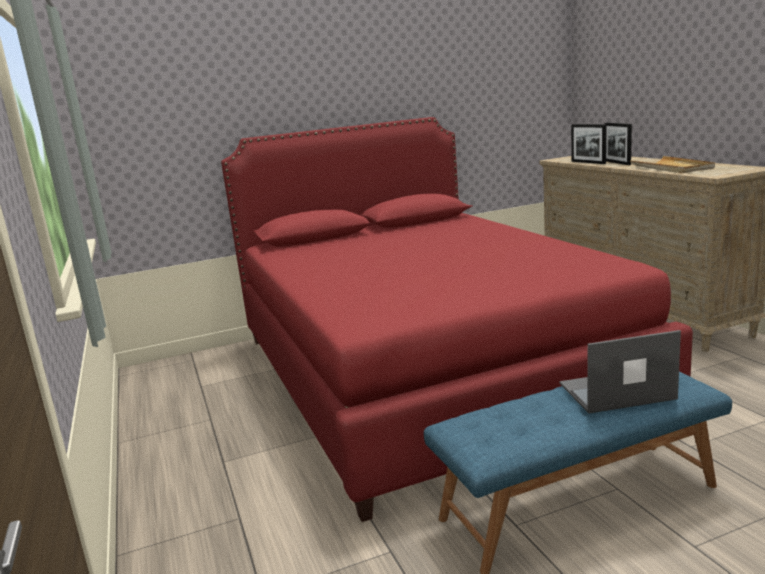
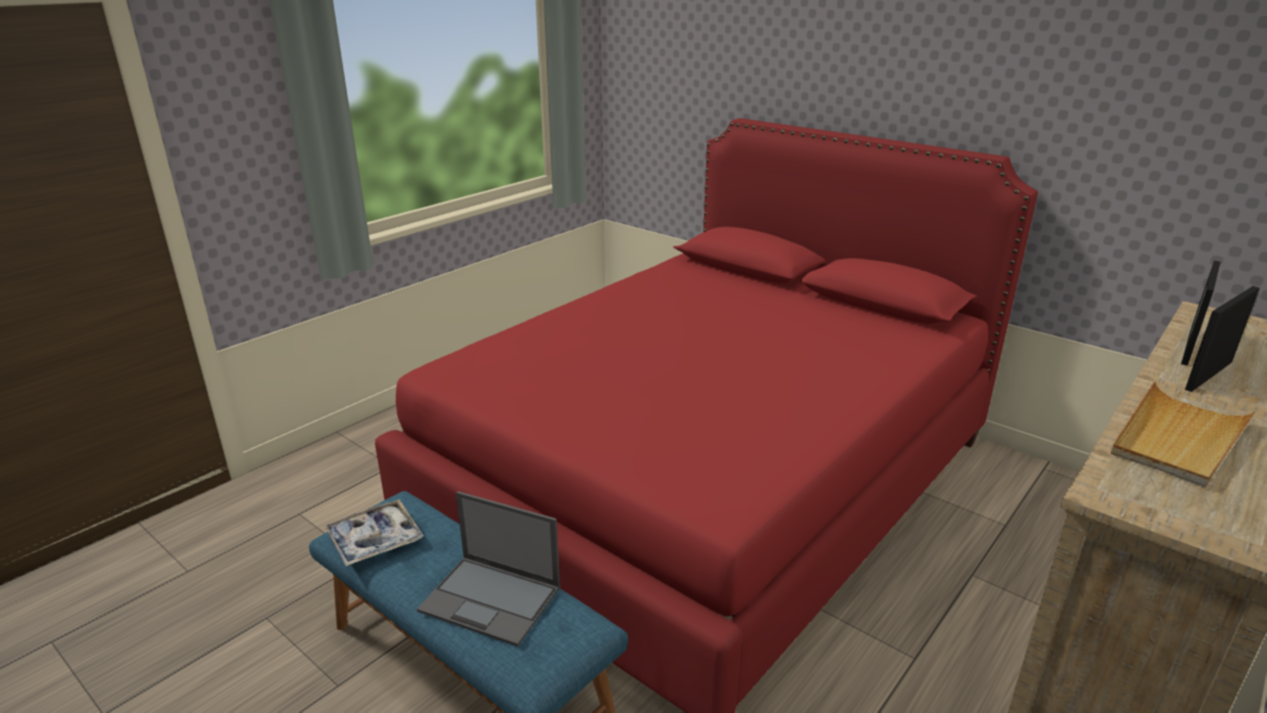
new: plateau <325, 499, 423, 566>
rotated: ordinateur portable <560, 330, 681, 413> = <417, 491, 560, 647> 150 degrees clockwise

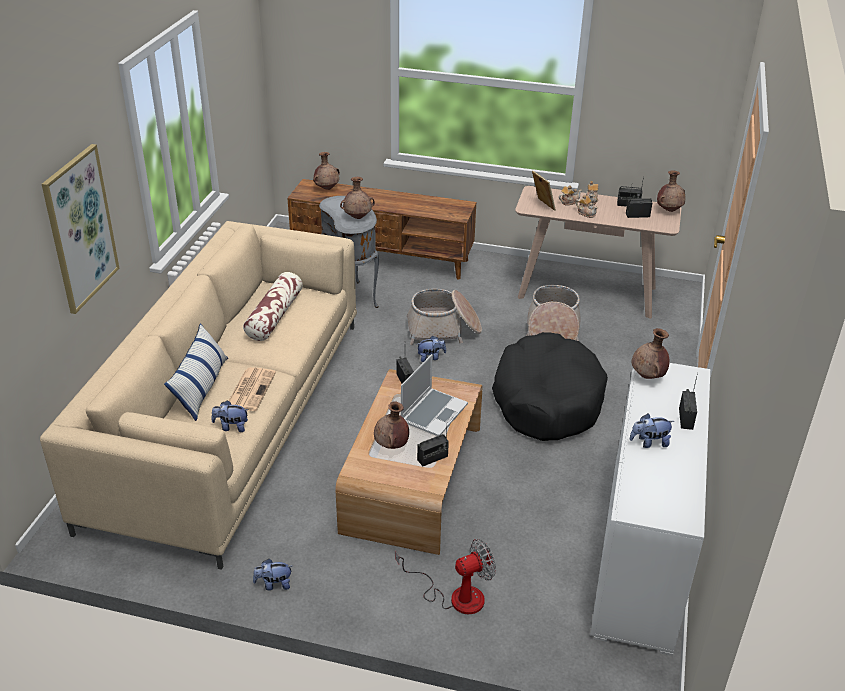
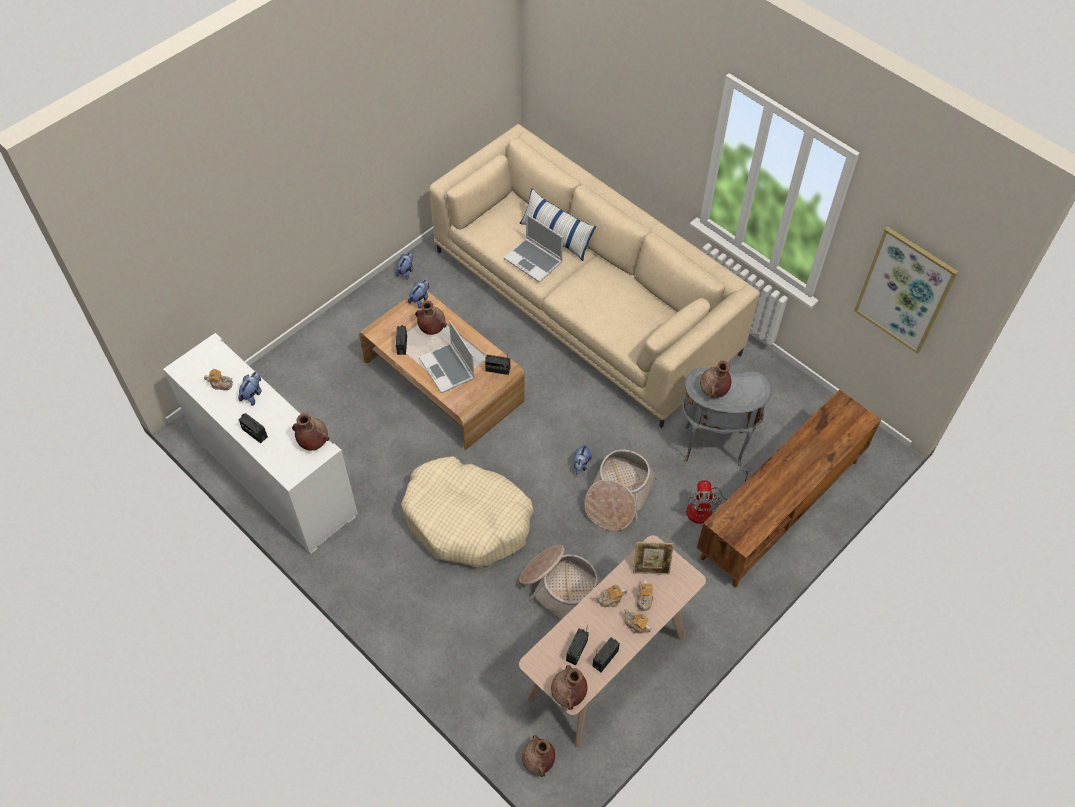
gone: coussin <243, 272, 303, 341>
new: théière <204, 369, 233, 390>
shifted: peluche <211, 400, 248, 432> to <408, 279, 429, 309>; vase (marron) <313, 152, 340, 190> to <522, 735, 555, 777>; ventilateur <395, 539, 496, 614> to <686, 468, 751, 524>; tableau <42, 144, 120, 314> to <854, 227, 958, 354>
swapped: journal <229, 367, 276, 411> to ordinateur portable <504, 214, 563, 283>
repainted: panier pour chien (noir) <492, 332, 608, 441> to panier pour chien (beige) <401, 457, 534, 567>

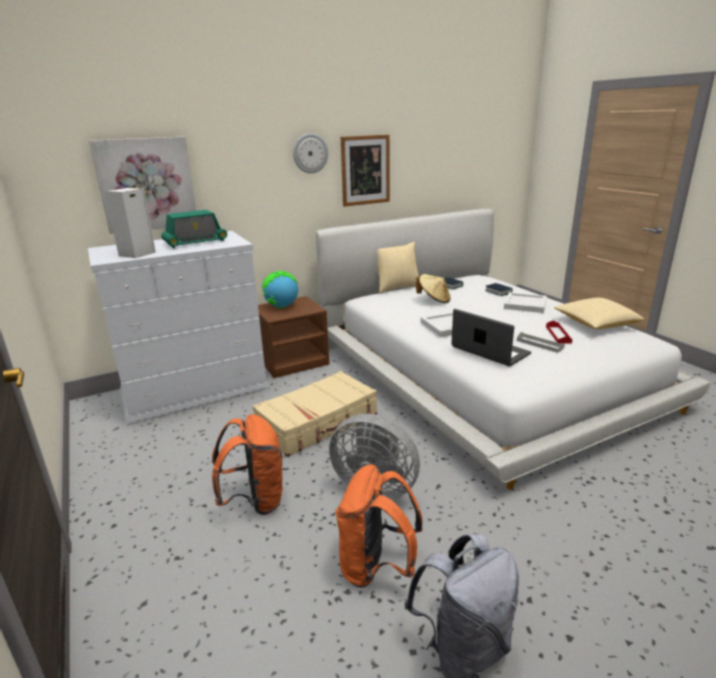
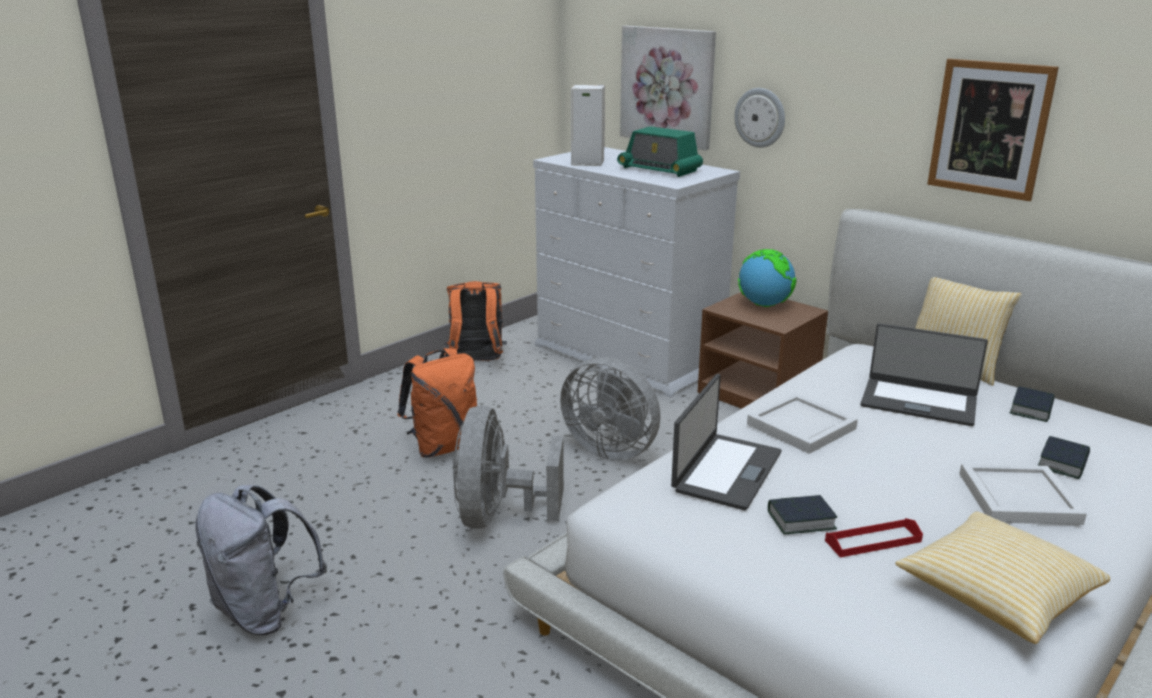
shifted: sac à dos (orange) <335, 464, 423, 588> to <445, 281, 507, 361>; horloge murale <293, 133, 328, 173> to <734, 88, 785, 148>
swapped: valise (beige) <253, 371, 377, 457> to ventilateur (gris) <560, 357, 660, 461>; plateau (gris) <517, 332, 565, 353> to livre <768, 495, 837, 534>; chapeau (beige) <416, 274, 451, 304> to ordinateur portable <861, 323, 988, 426>

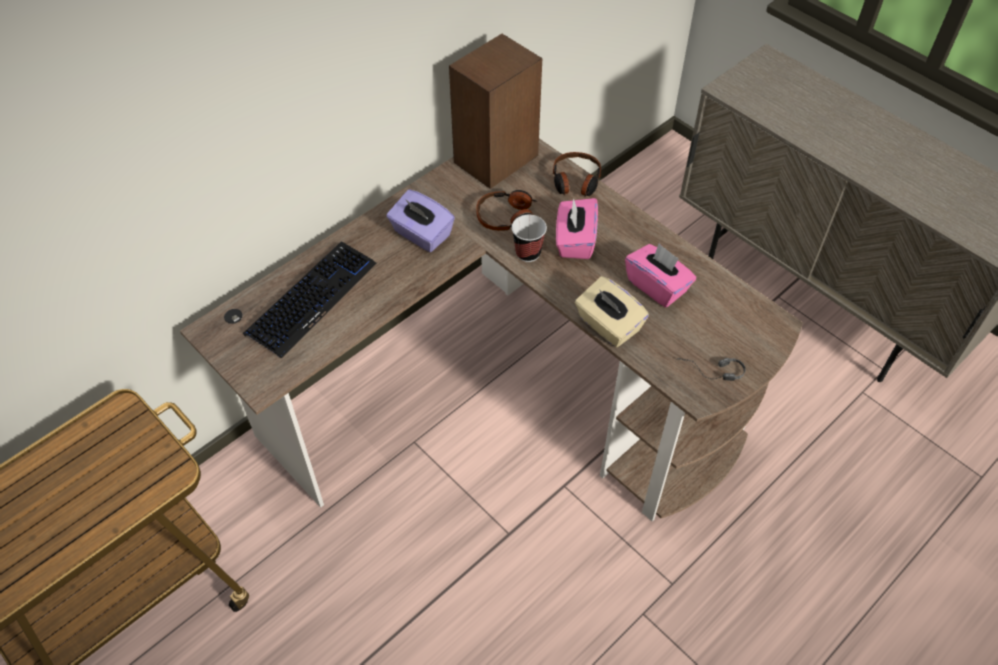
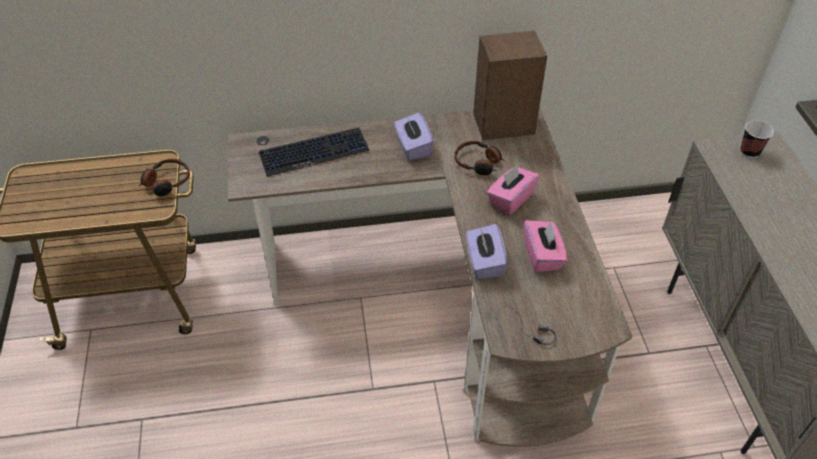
shifted: casque audio <553, 152, 601, 196> to <139, 159, 190, 196>; tasse <512, 215, 547, 262> to <740, 121, 774, 158>
repainted: boîte à mouchoirs (beige) <575, 276, 649, 347> to boîte à mouchoirs (violet) <466, 224, 507, 279>

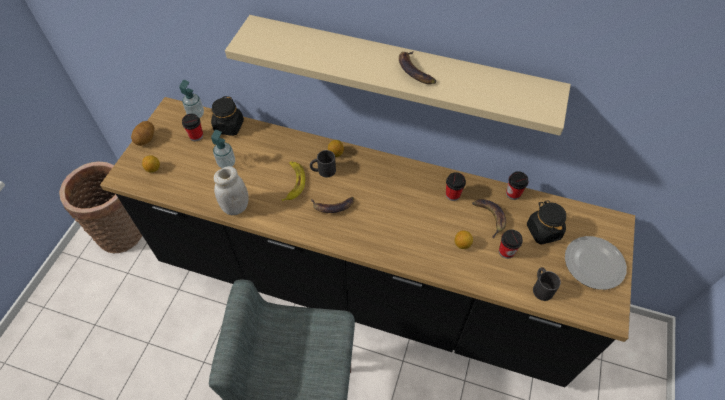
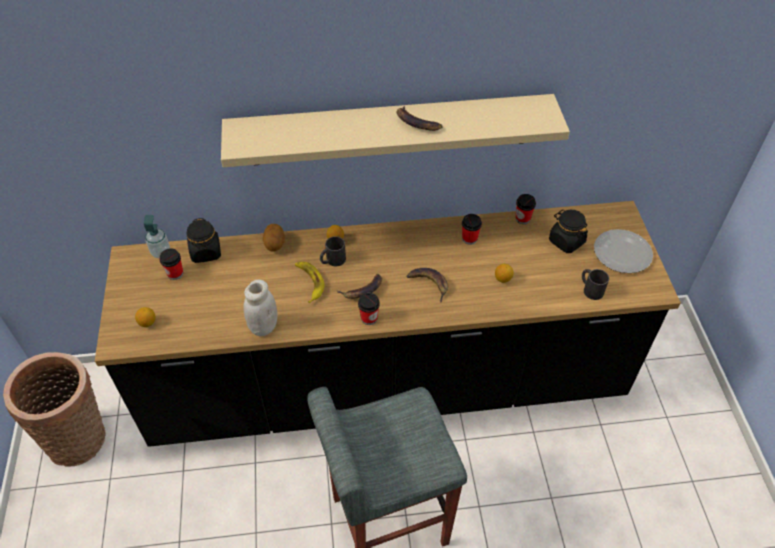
gone: distributeur de savon <211, 130, 235, 168>
shifted: pomme de terre <131, 121, 154, 146> to <263, 224, 285, 252>; tasse <499, 230, 523, 259> to <358, 293, 380, 325>; banane <472, 199, 506, 238> to <407, 268, 448, 303>

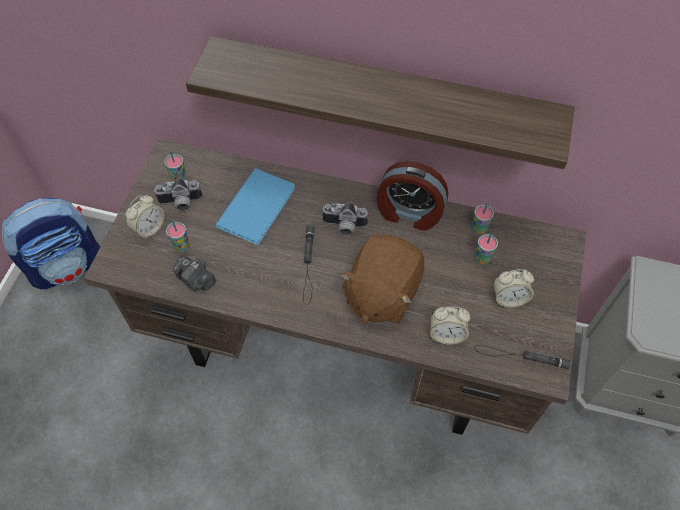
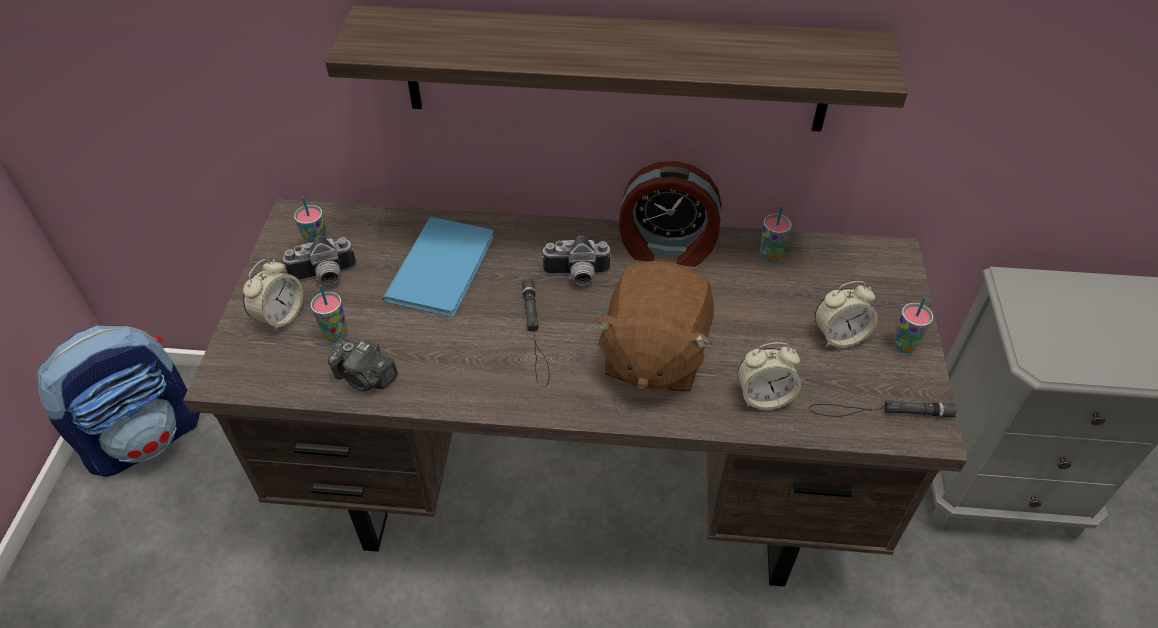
shifted: tasse <475, 233, 498, 264> to <893, 297, 933, 353>

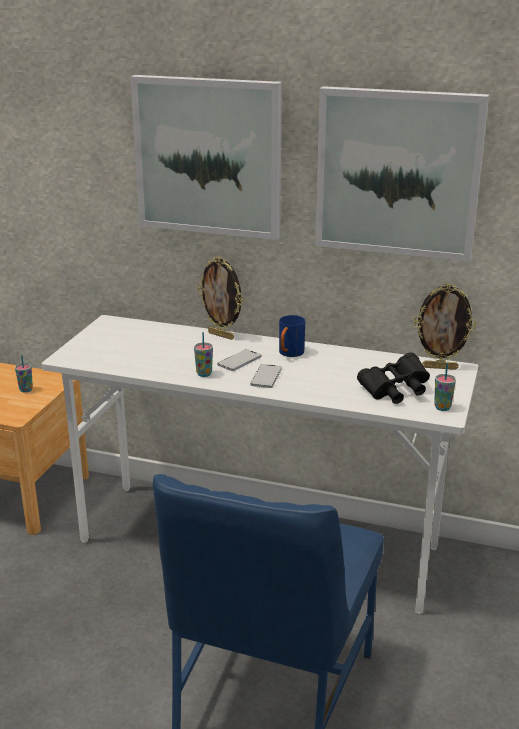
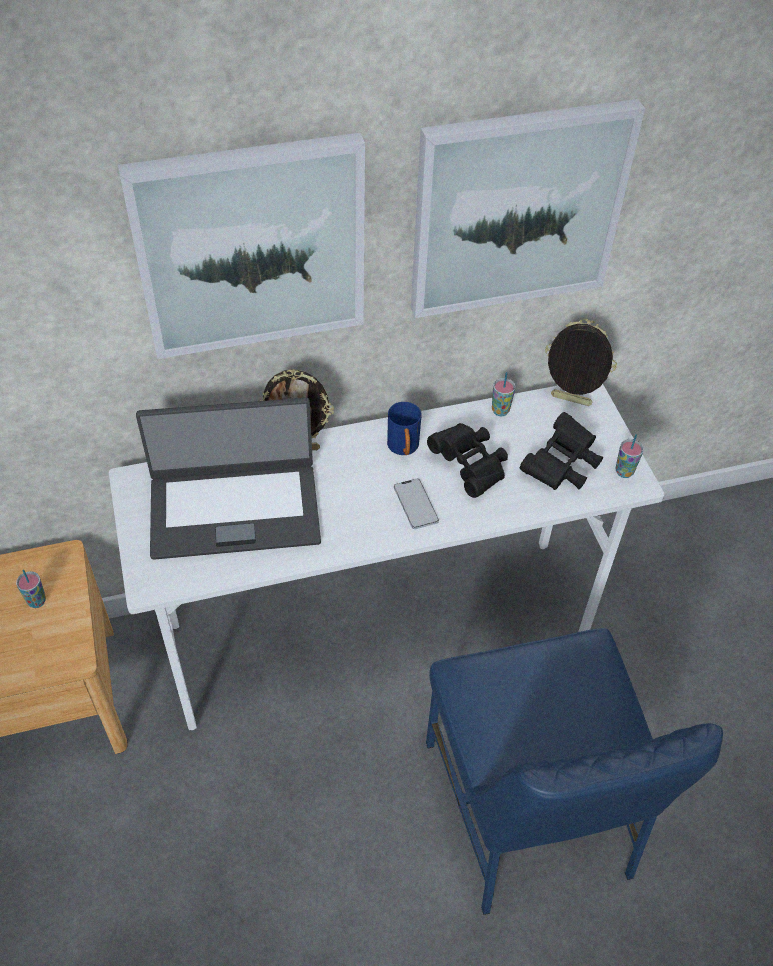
gone: téléphone <217, 349, 261, 371>
new: ordinateur portable <136, 398, 321, 560>; jumelles (noir) <427, 423, 508, 498>
shifted: tasse <194, 332, 213, 377> to <492, 372, 516, 416>
rotated: cadre photo <414, 283, 476, 370> = <545, 319, 617, 406> 135 degrees counterclockwise

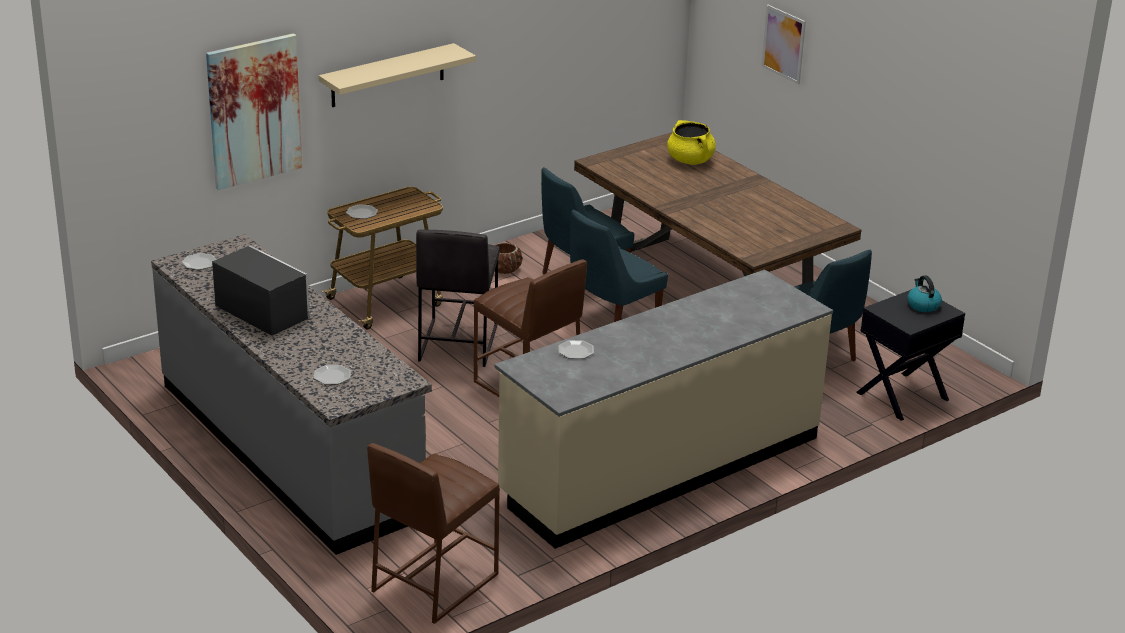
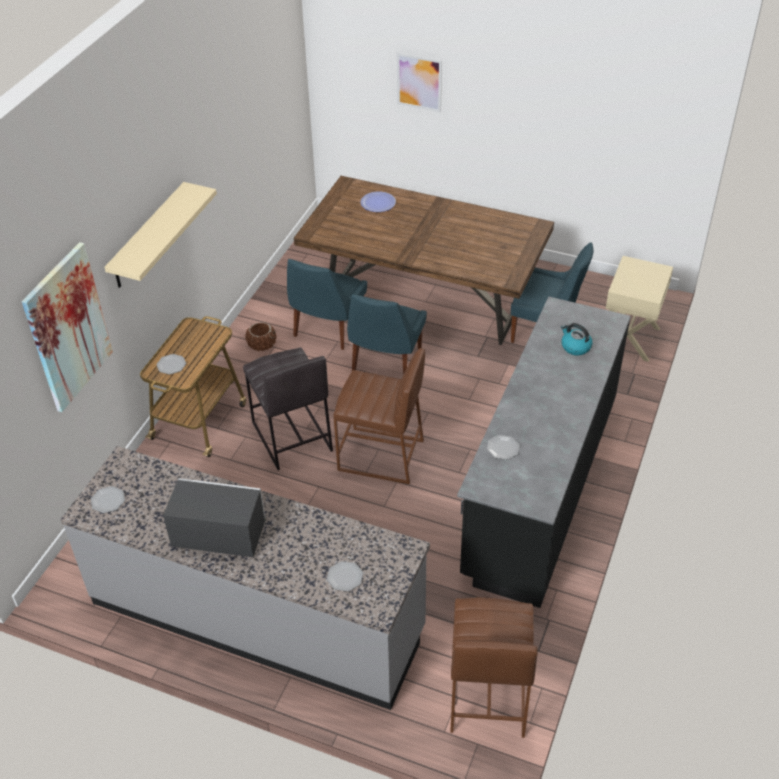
shifted: bouilloire <907, 275, 942, 312> to <561, 323, 593, 356>
swapped: marmite (jaune) <667, 120, 716, 165> to assiette <361, 191, 396, 212>
repainted: comptoir de cuisine (beige) <494, 270, 833, 549> to comptoir de cuisine (noir) <457, 296, 631, 608>; table de chevet (noir) <856, 289, 965, 421> to table de chevet (beige) <605, 256, 673, 362>

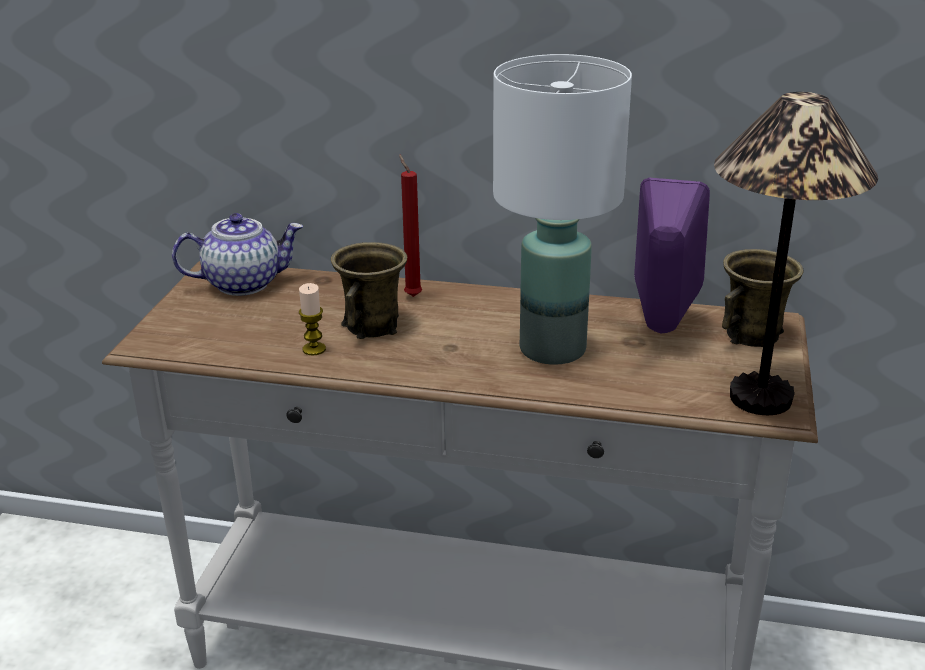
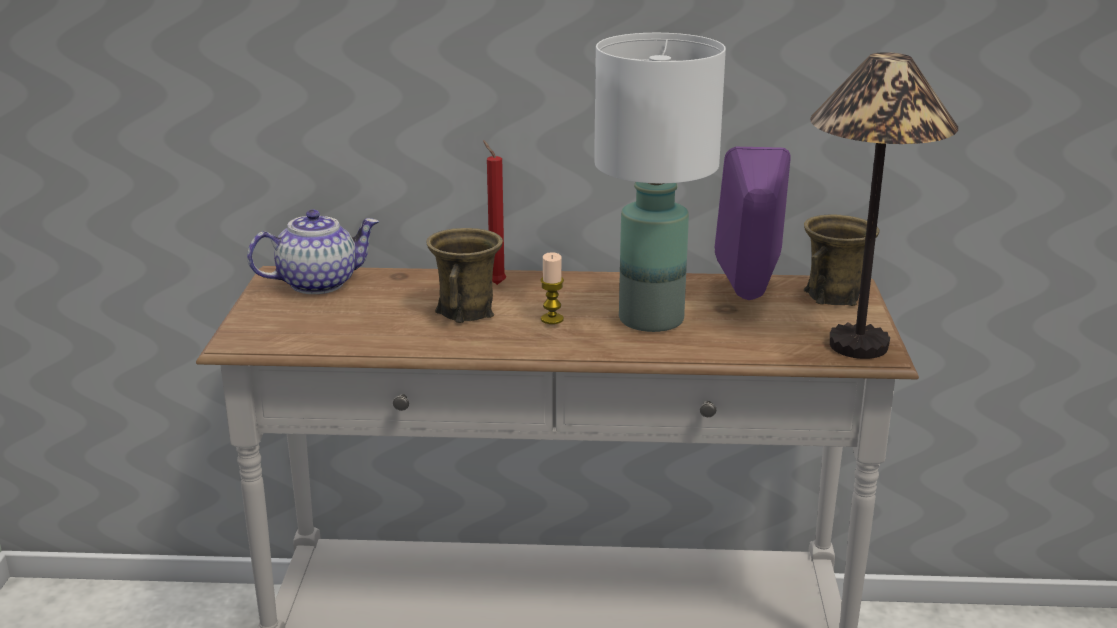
shifted: bougie <299, 283, 326, 356> to <540, 252, 564, 324>

